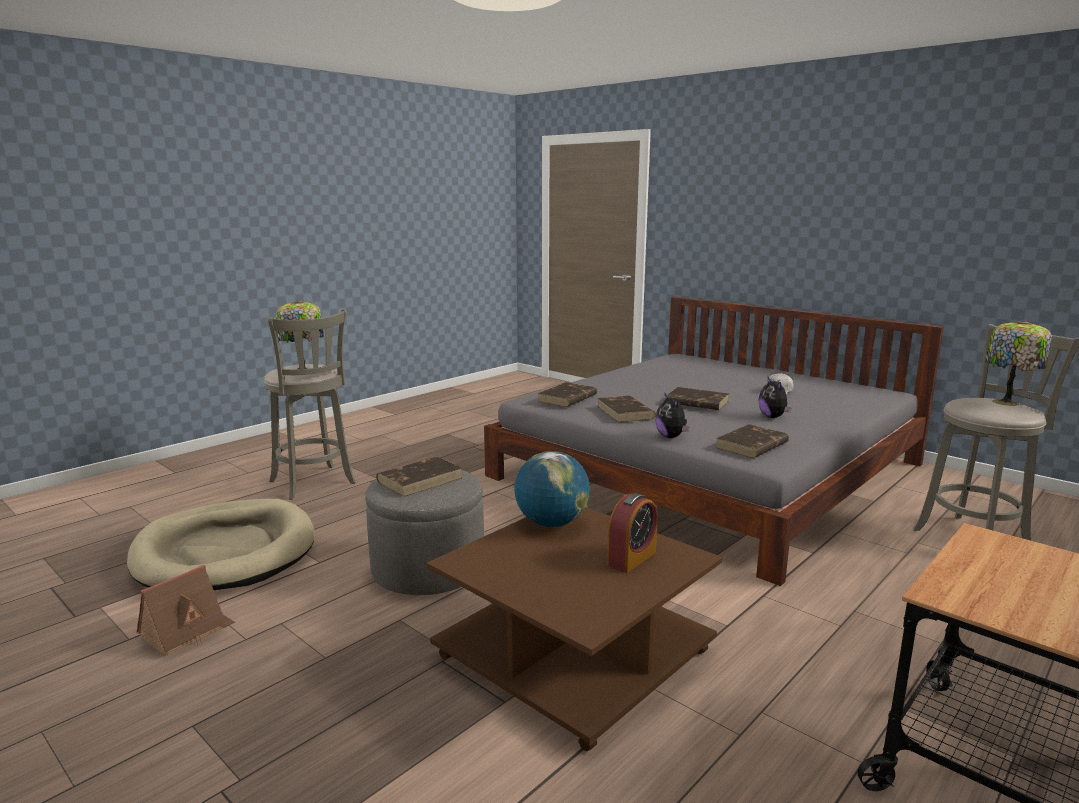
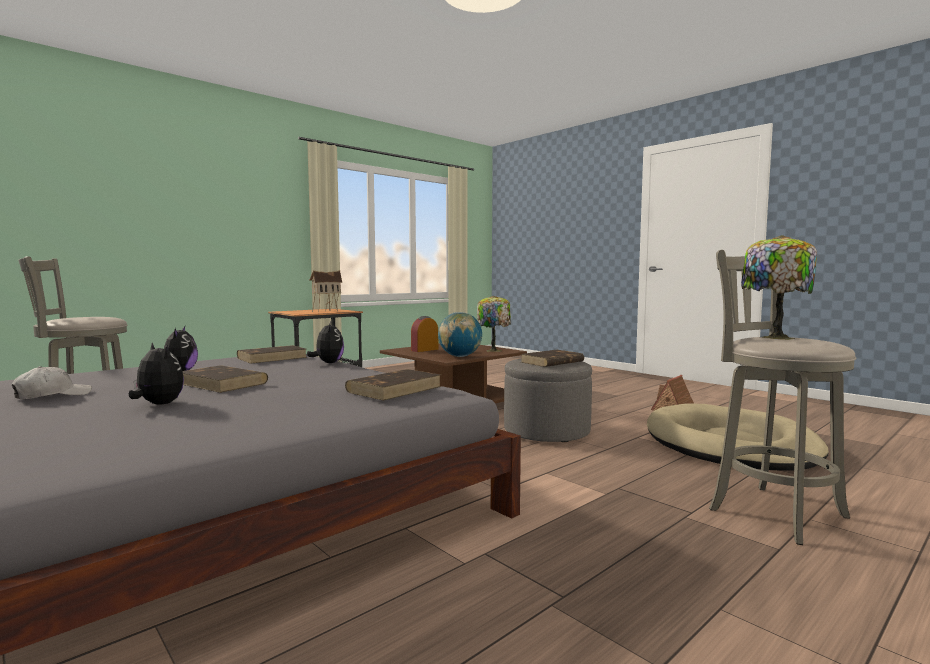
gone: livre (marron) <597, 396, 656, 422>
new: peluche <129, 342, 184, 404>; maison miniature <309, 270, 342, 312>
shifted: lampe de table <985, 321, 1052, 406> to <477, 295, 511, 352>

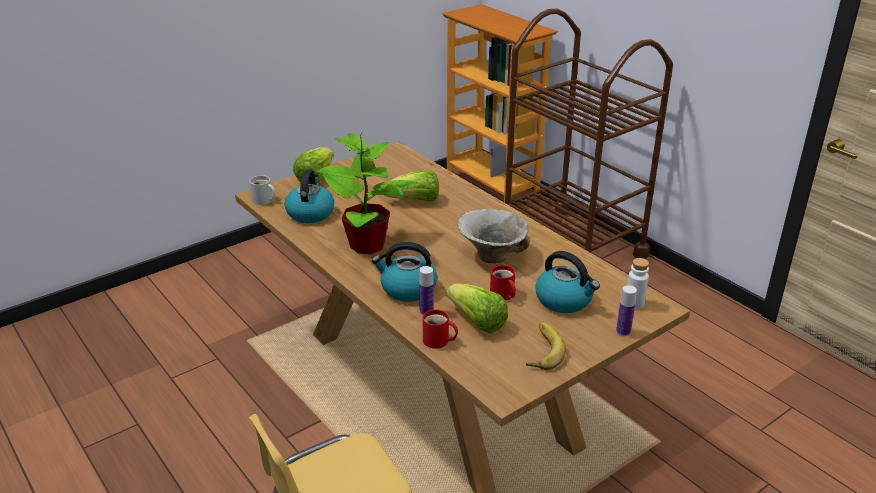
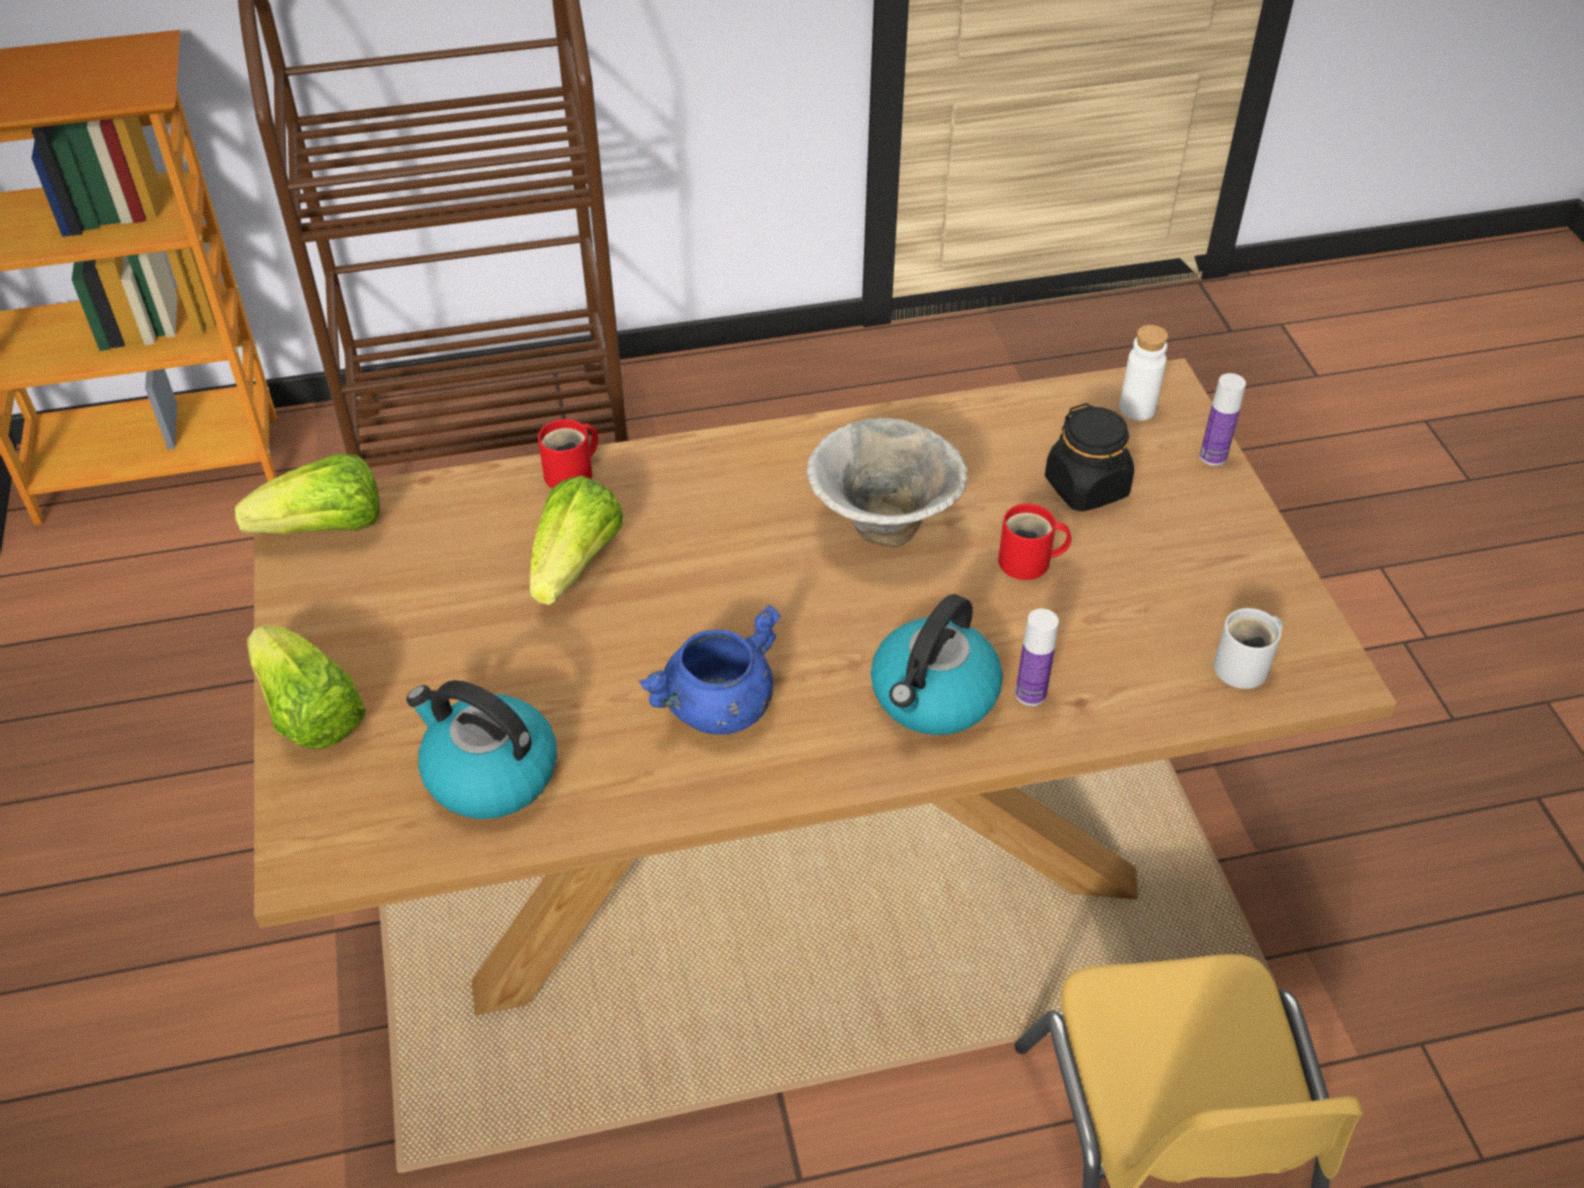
gone: banane <526, 322, 566, 370>
shifted: laitue <446, 284, 508, 333> to <235, 453, 380, 534>; mug (rouge) <423, 309, 458, 349> to <538, 419, 598, 488>; mug (blanc) <250, 175, 276, 205> to <1213, 608, 1283, 689>
swapped: plante en pot <316, 132, 418, 254> to marmite (bleu) <639, 605, 781, 735>; bouilloire <535, 251, 600, 313> to bocal (noir) <1045, 403, 1134, 512>

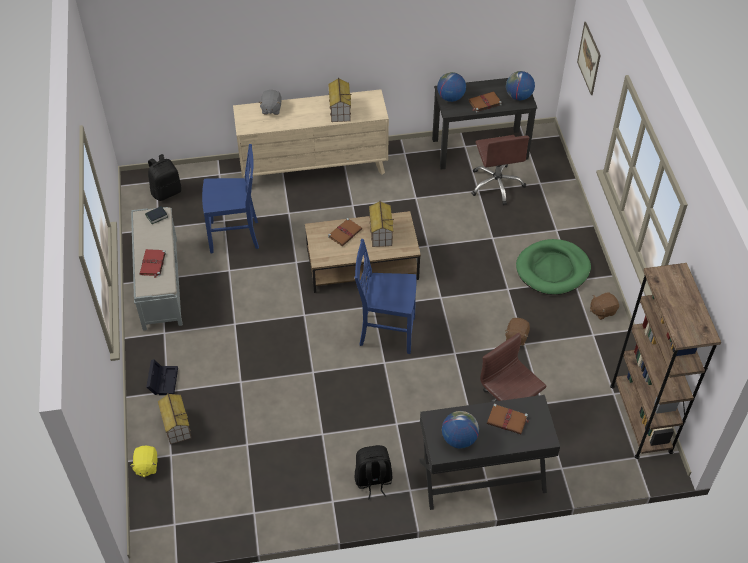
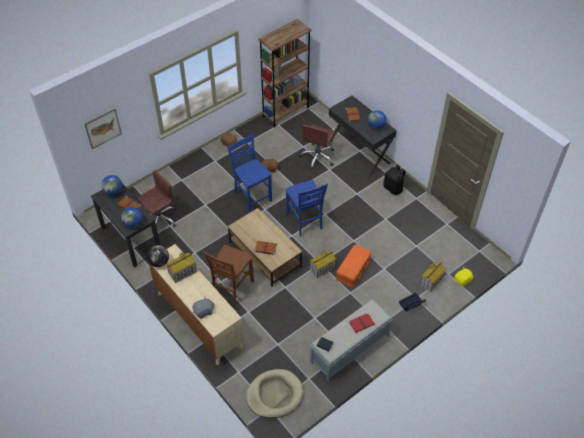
gone: panier pour chien (vert) <516, 239, 591, 295>
new: globe <147, 245, 169, 267>; chaise (marron) <203, 245, 254, 305>; boîte de rangement (orange) <336, 245, 371, 287>
shifted: chaise (bleu) <202, 144, 259, 253> to <227, 134, 272, 213>; maison miniature <369, 201, 394, 247> to <310, 250, 336, 278>
swapped: sac à dos (noir) <148, 154, 181, 201> to panier pour chien (beige) <246, 369, 303, 418>

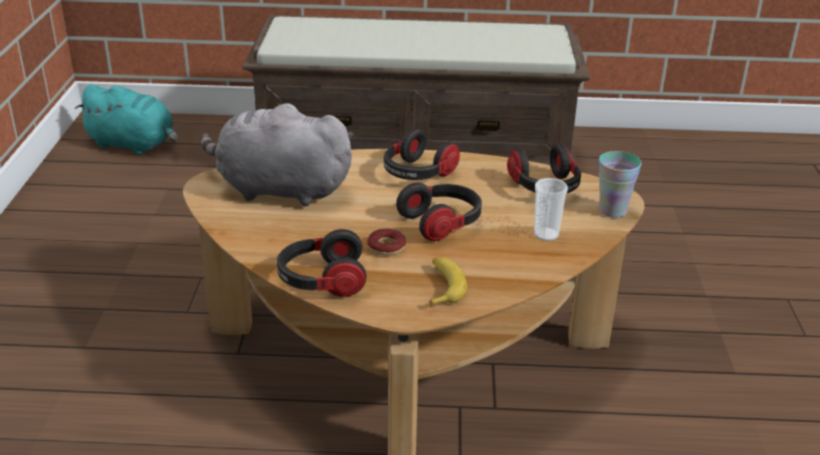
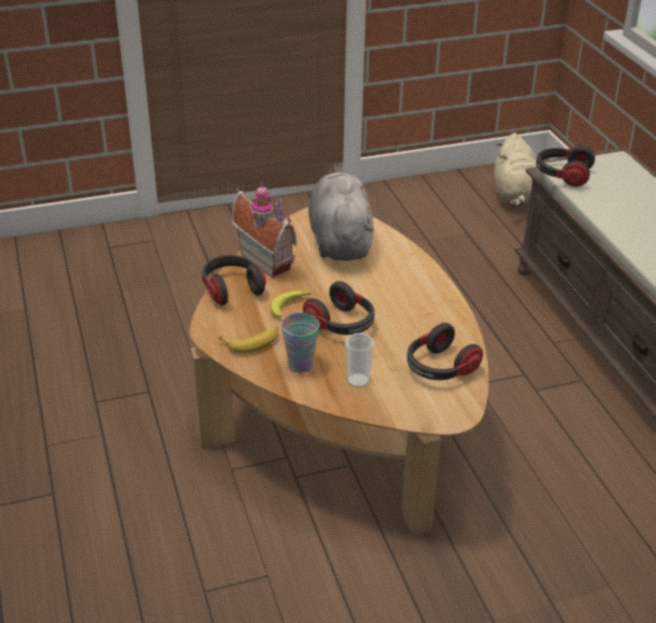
new: maison miniature <232, 182, 297, 278>
shifted: tasse <599, 151, 641, 218> to <281, 313, 320, 373>; casque audio <384, 128, 460, 180> to <536, 145, 595, 187>
swapped: beignet <367, 229, 406, 256> to banane <270, 291, 312, 318>
repainted: peluche (turquoise) <75, 85, 178, 155> to peluche (beige) <494, 133, 537, 207>

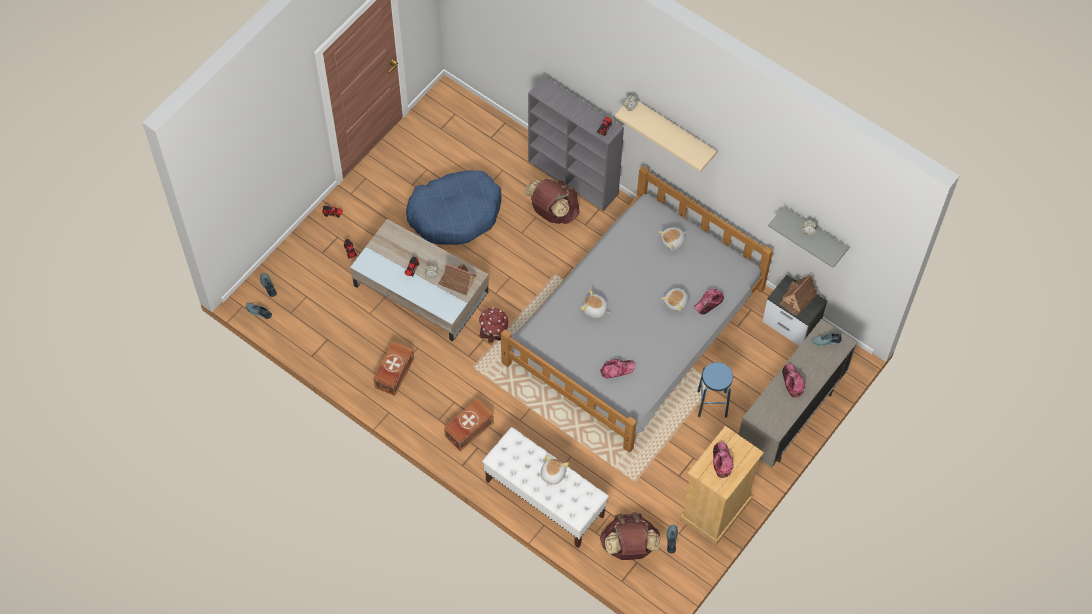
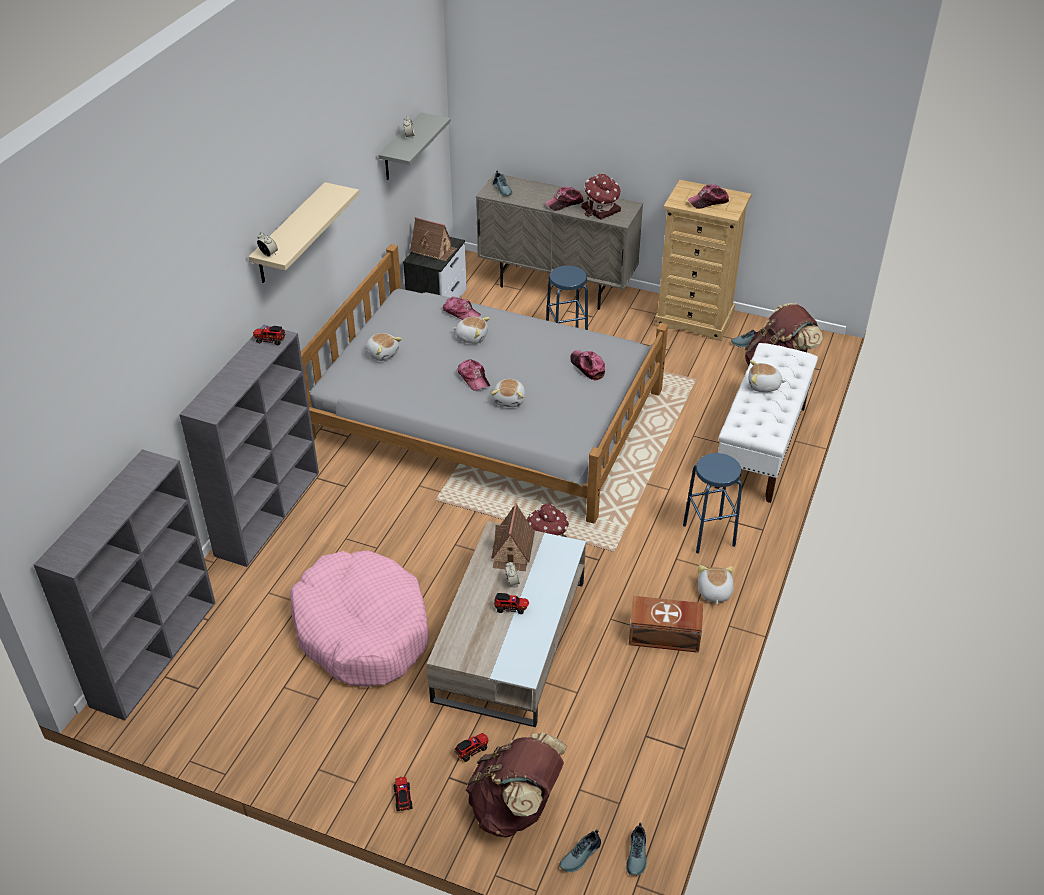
new: bibliothèque (gris) <34, 449, 215, 721>; casquette <457, 359, 490, 391>; maison miniature <581, 174, 621, 220>; peluche <698, 565, 734, 605>
shifted: sac à dos (marron) <524, 178, 580, 224> to <466, 733, 567, 838>
swapped: boîte de rangement (marron) <444, 399, 494, 451> to tabouret (bleu) <683, 453, 742, 554>
repainted: panier pour chien (bleu) <406, 170, 502, 245> to panier pour chien (rose) <290, 551, 429, 687>

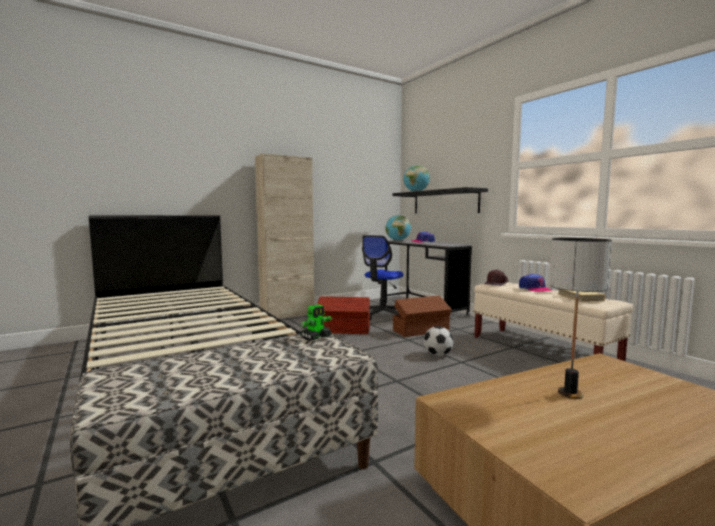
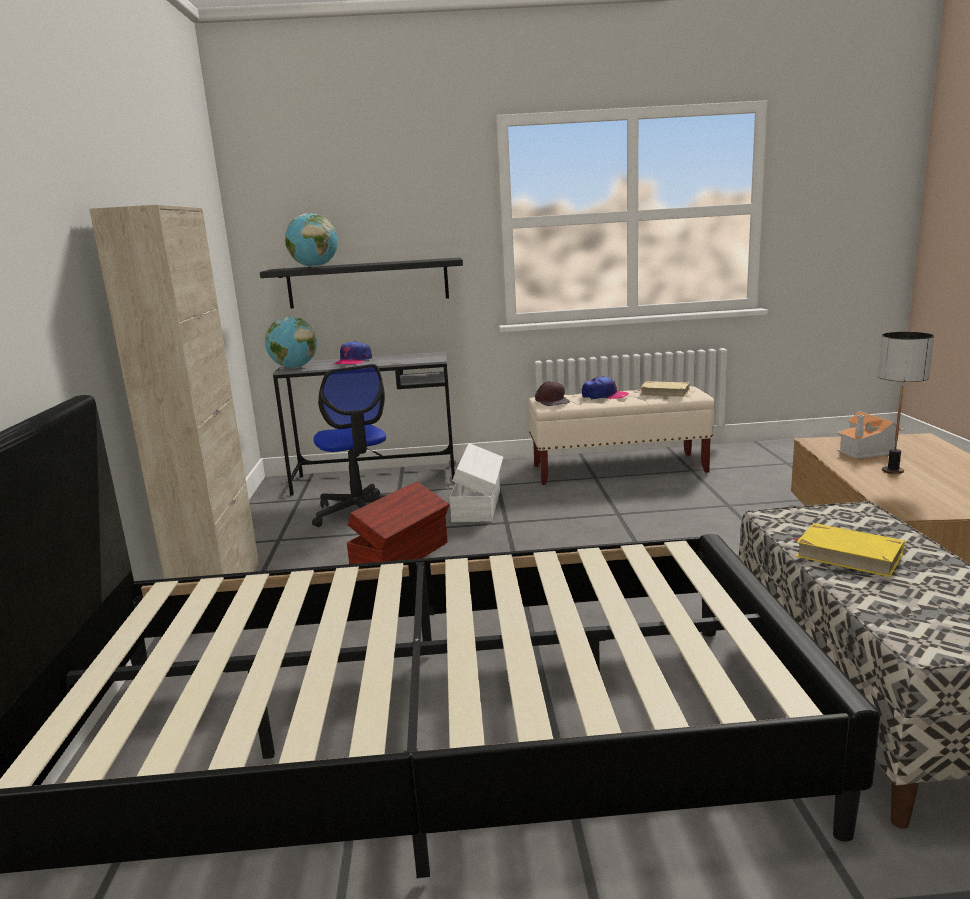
gone: robot jouet <300, 304, 332, 341>; ballon de foot <423, 326, 454, 356>
new: livre (jaune) <794, 523, 905, 577>; maison miniature <837, 411, 905, 459>
repainted: boîte de rangement (marron) <393, 296, 452, 337> to boîte de rangement (blanc) <450, 443, 503, 522>

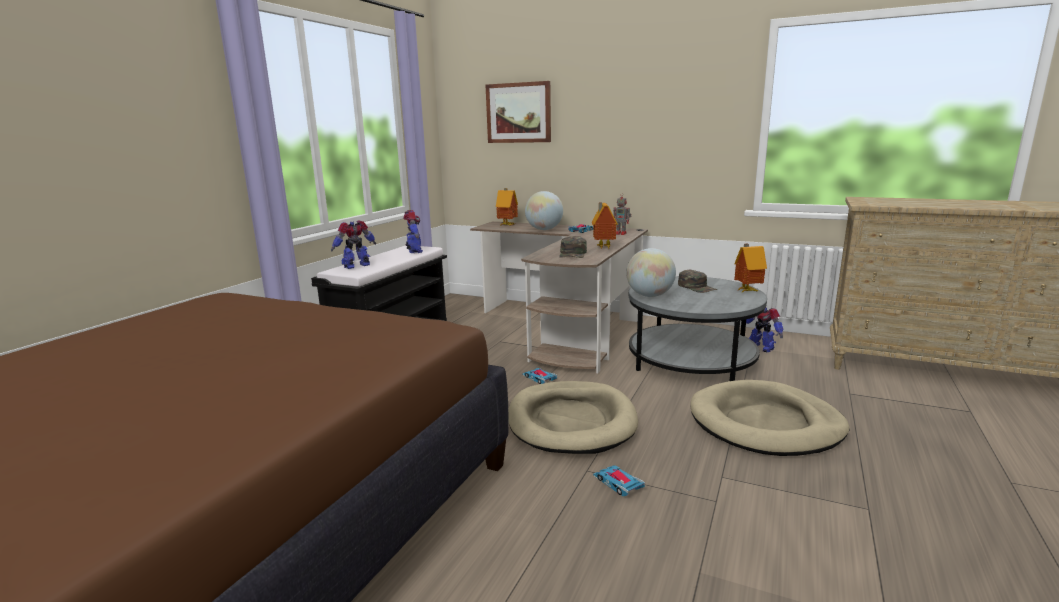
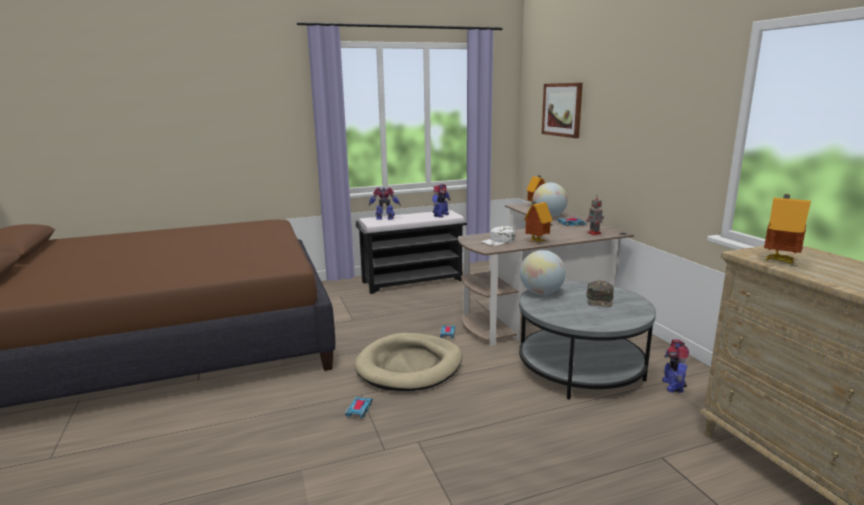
gone: panier pour chien (beige) <690, 380, 850, 456>
shifted: maison miniature <734, 244, 767, 292> to <764, 194, 811, 264>
repainted: casquette (vert) <559, 236, 587, 258> to casquette (blanc) <481, 226, 515, 246>

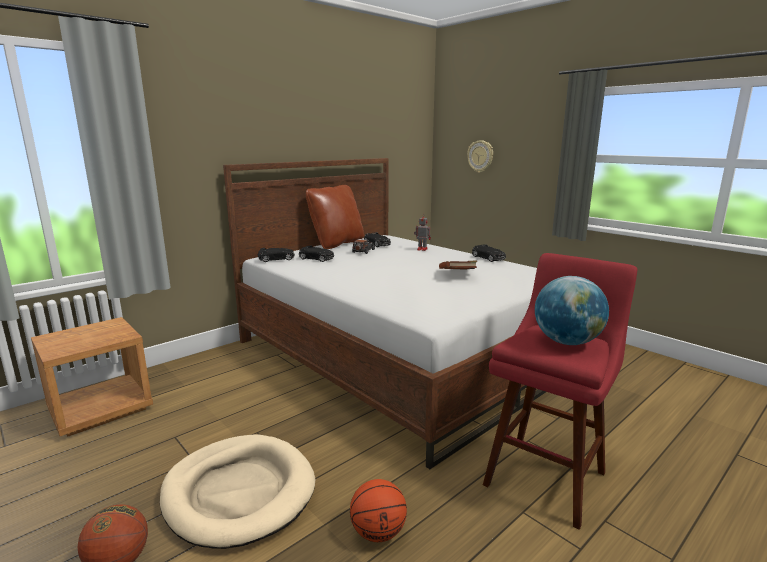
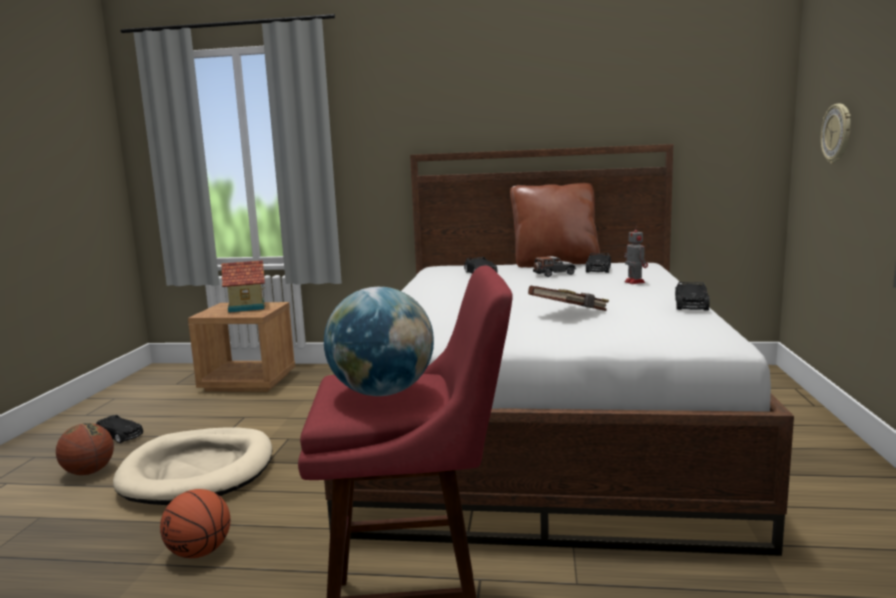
new: maison miniature <221, 260, 265, 313>
shifted: petite voiture (noir) <258, 248, 295, 262> to <96, 415, 143, 443>

